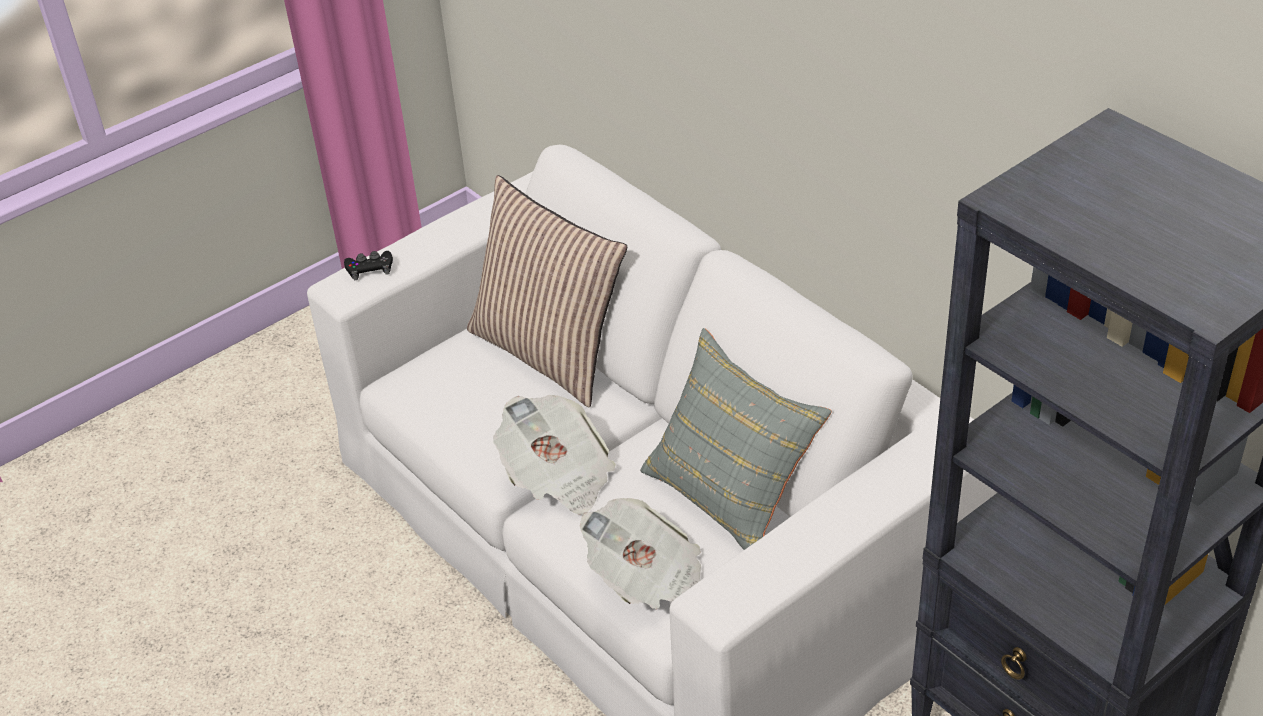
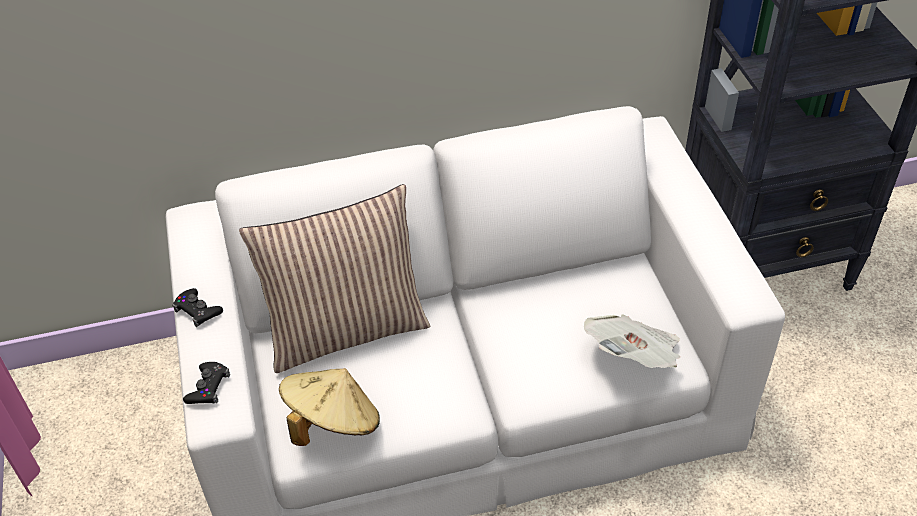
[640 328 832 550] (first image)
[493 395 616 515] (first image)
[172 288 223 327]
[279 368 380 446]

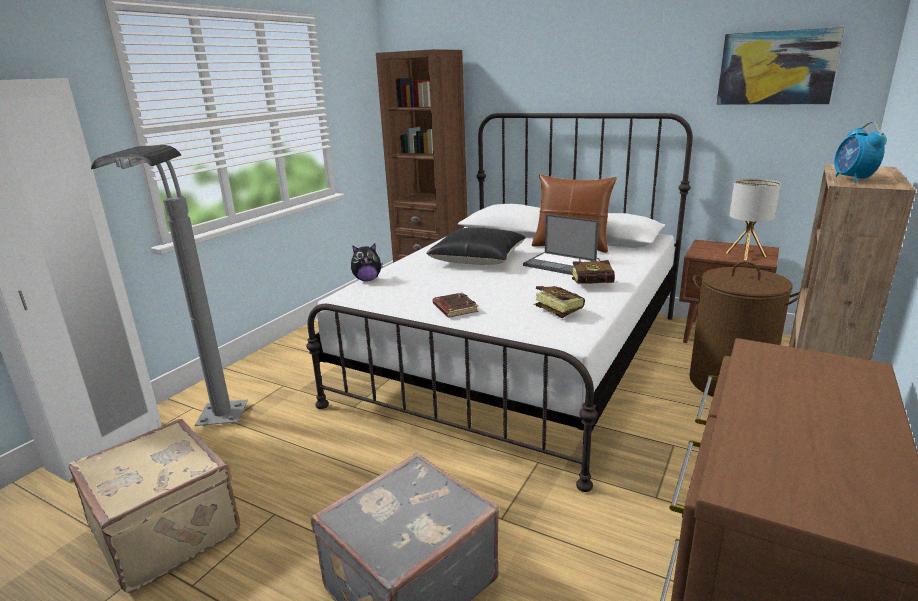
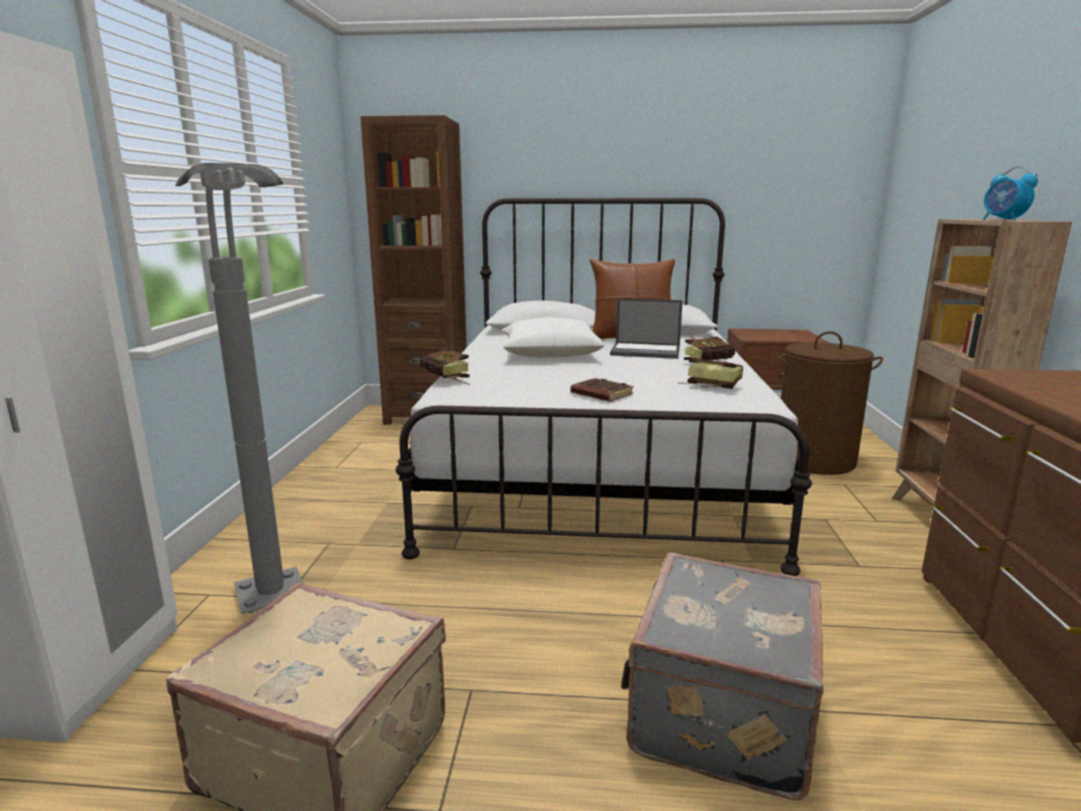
[717 27 844 105] (first image)
[726 179 781 260] (first image)
[502 317 605 358]
[420 347 470 385]

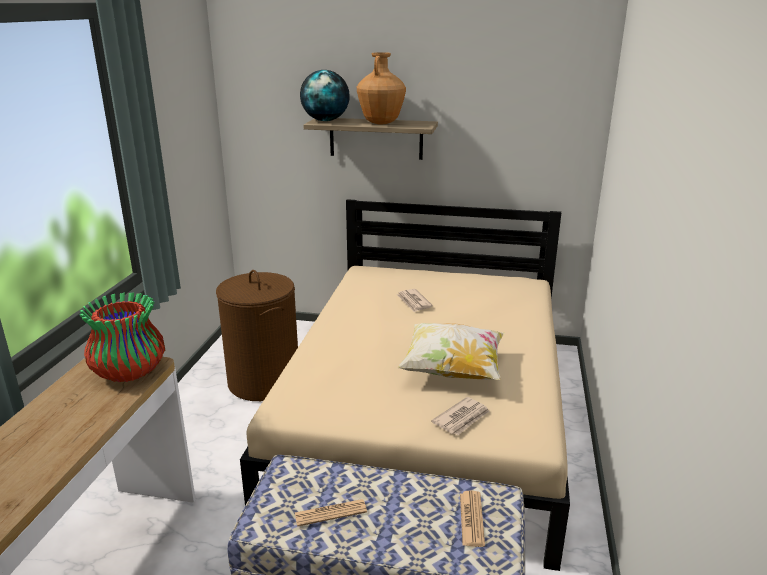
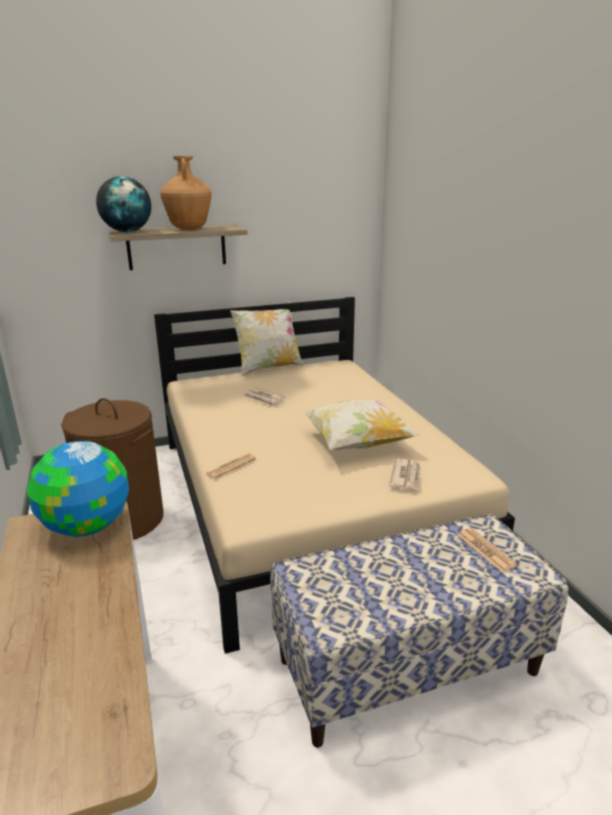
[27 441 129 537]
[205 454 256 479]
[230 301 303 376]

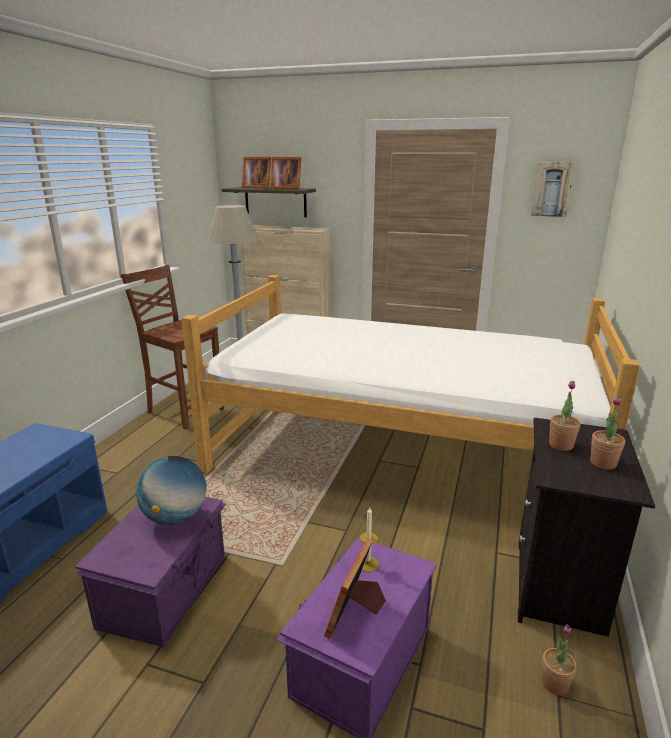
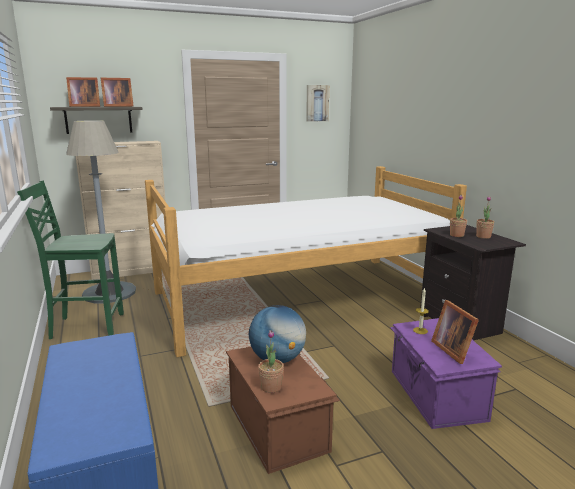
[17 180 124 339]
[226 347 340 474]
[258 330 284 393]

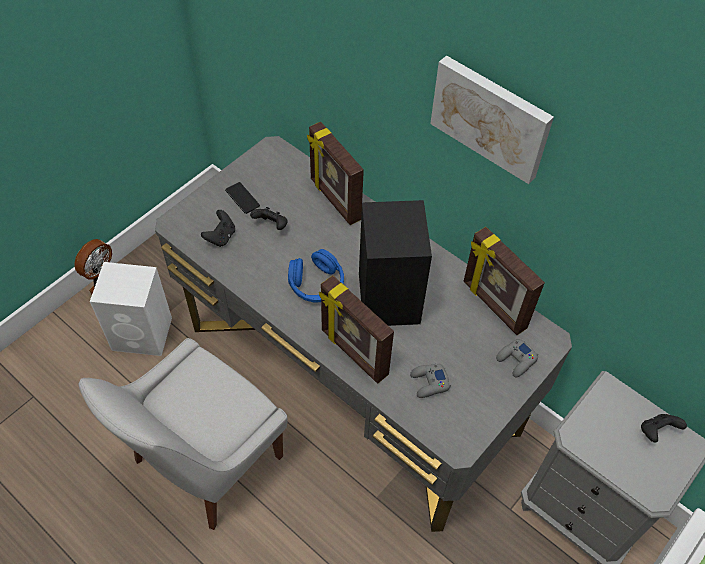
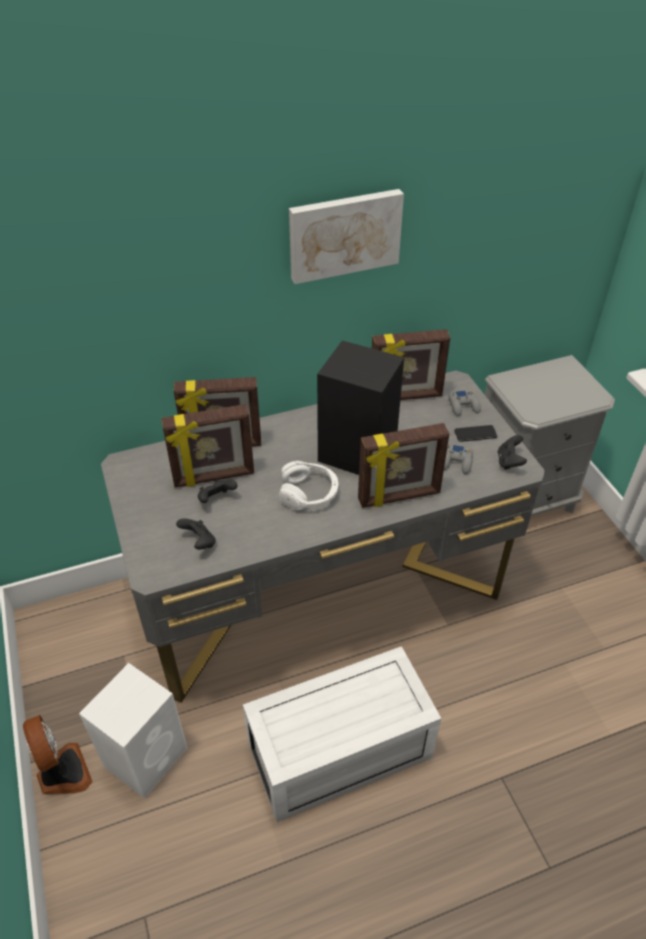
[454 425 498 442]
[279 461 338 510]
[243 646 441 822]
[498 435 527 470]
[161 404 254 488]

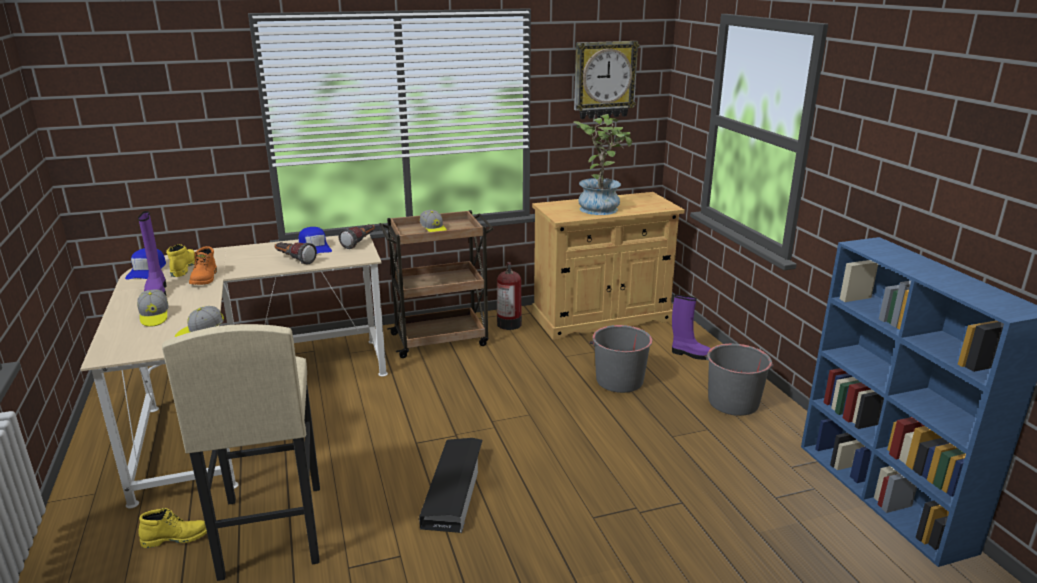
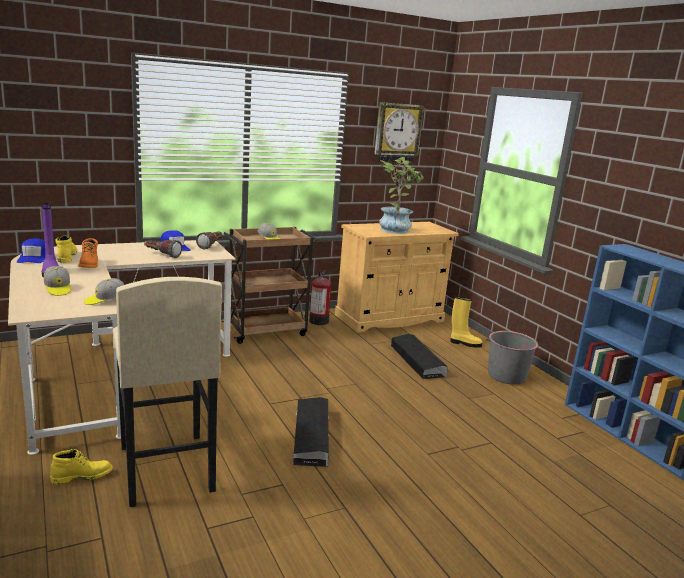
[450 296 483 348]
[391 334 448 379]

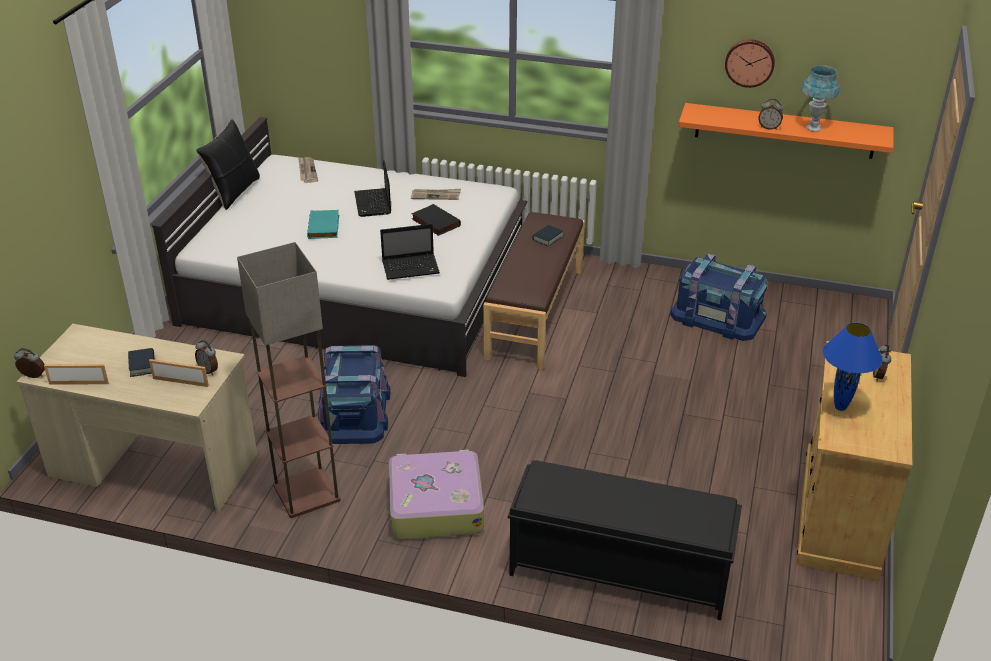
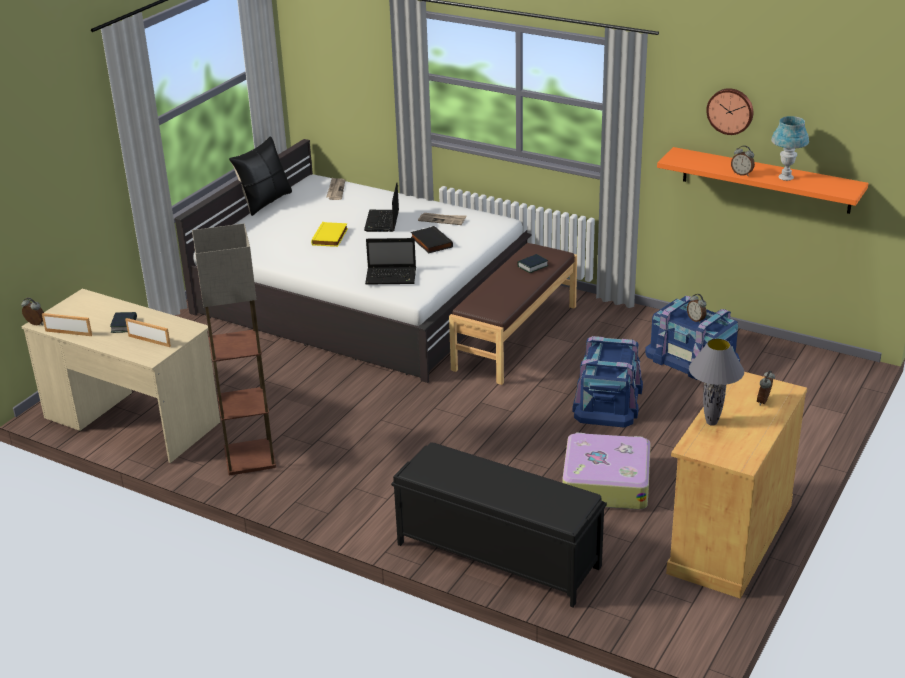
[311 222 348 247]
[689 338 744 426]
[687 294 706 323]
[572 336 643 427]
[562 433 651 510]

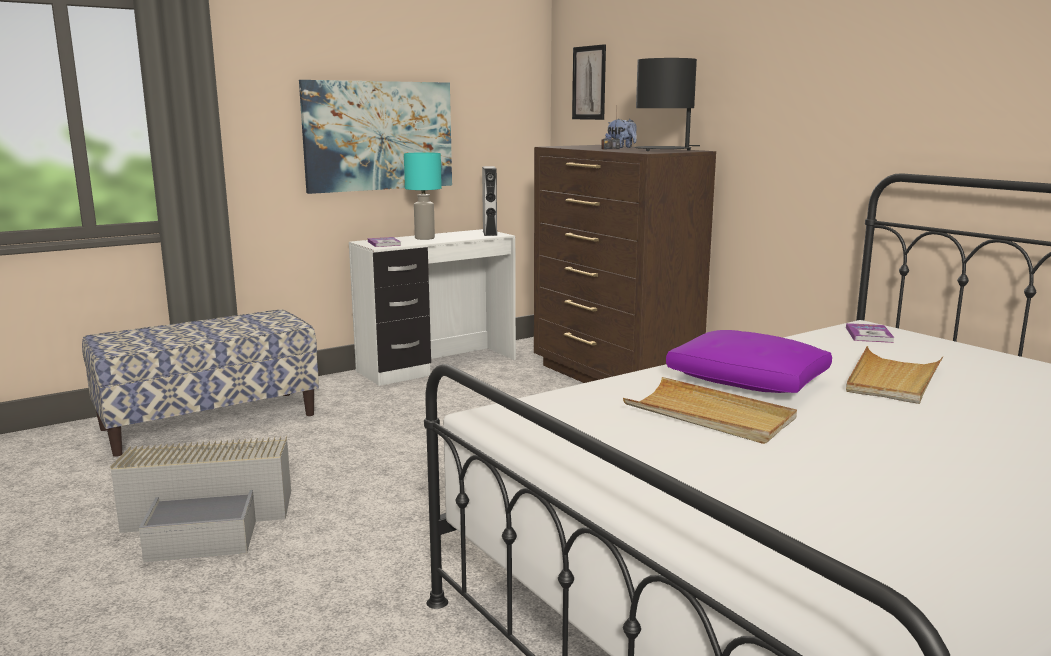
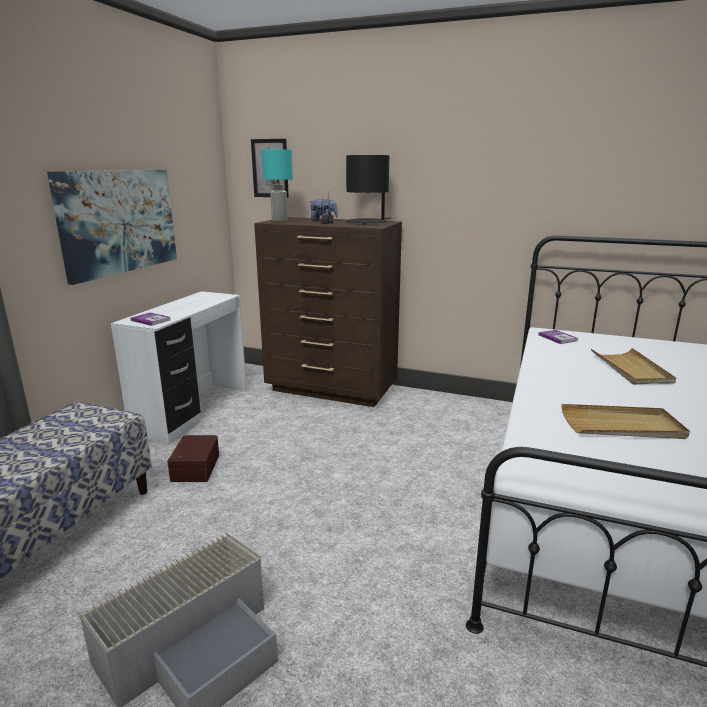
[262 149 293 222]
[482 166 497 236] (first image)
[666 330 832 393] (first image)
[167 435 219 482]

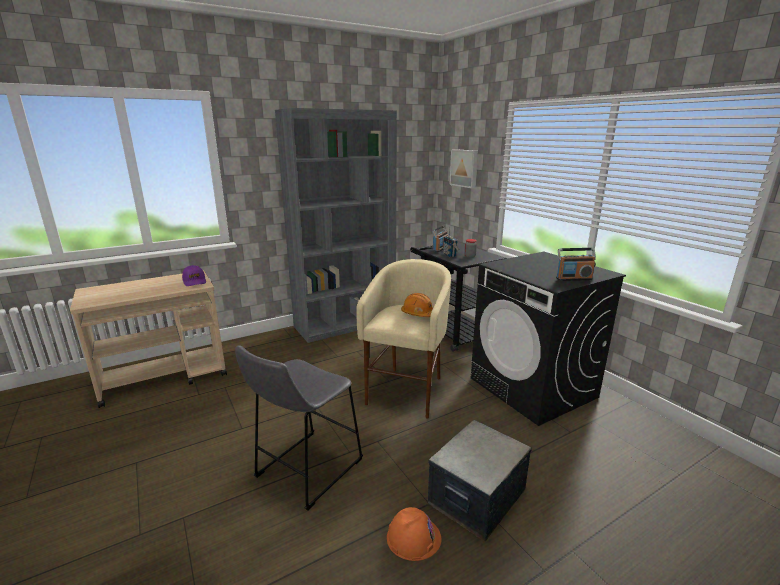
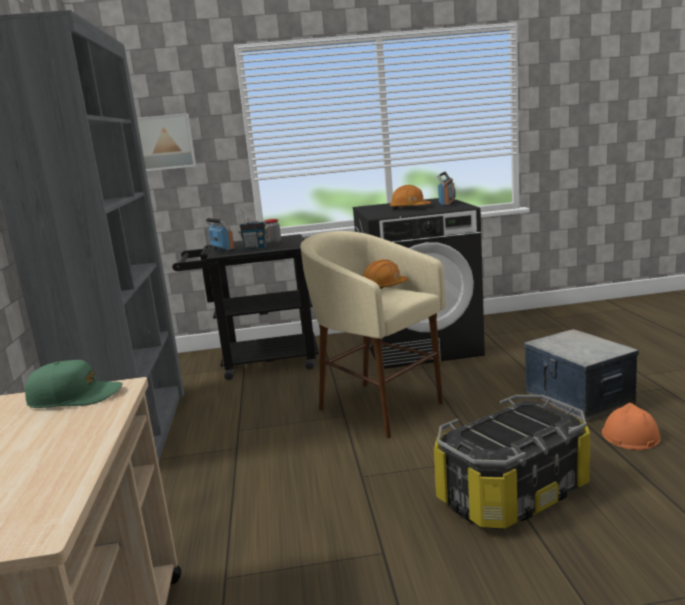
[25 360 123 408]
[434 395 590 529]
[389 185 431 209]

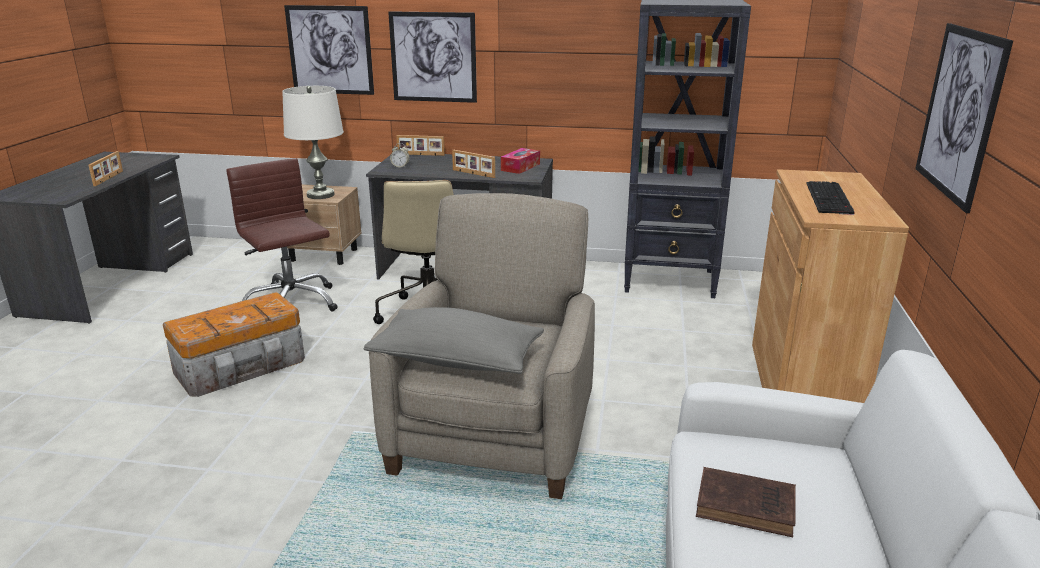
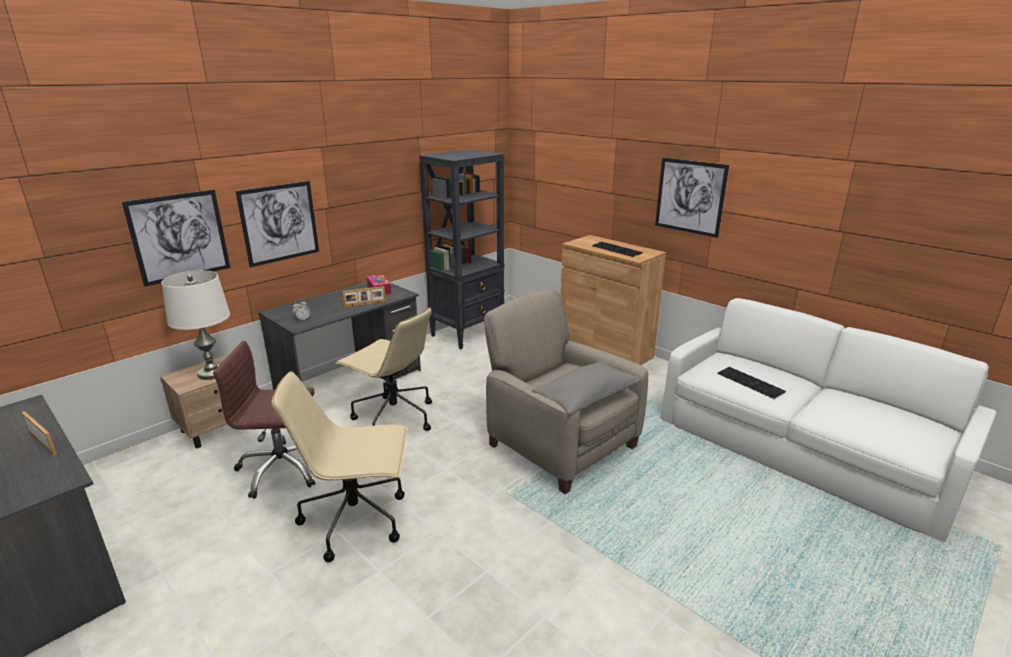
[396 135 445 156] (first image)
[272 371 408 562]
[717 367 786 399]

